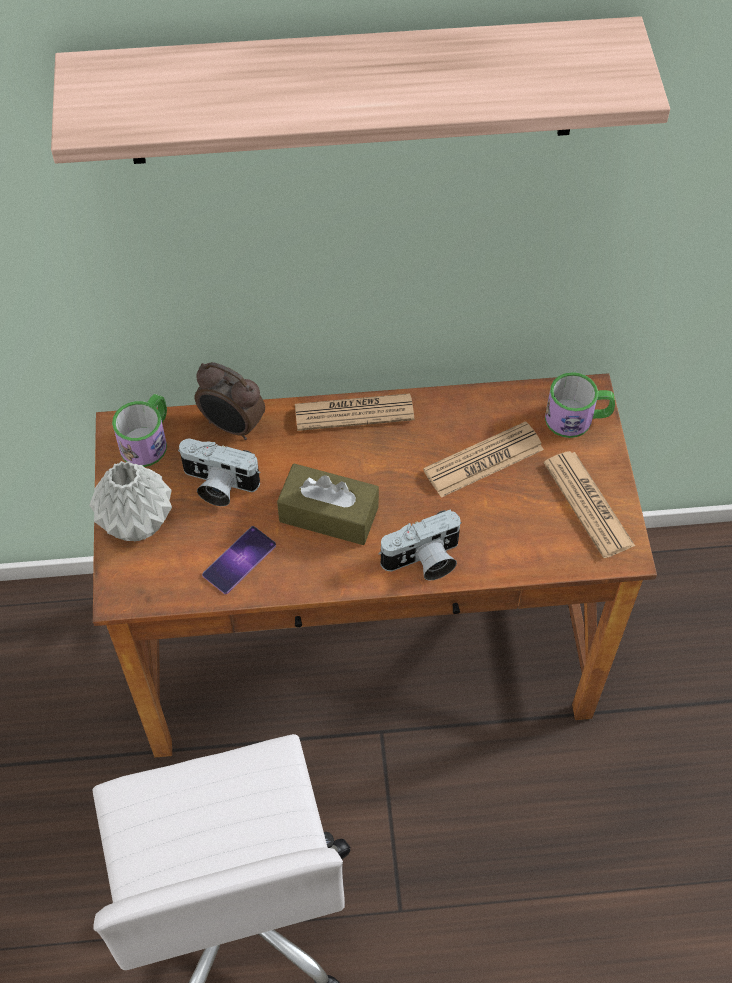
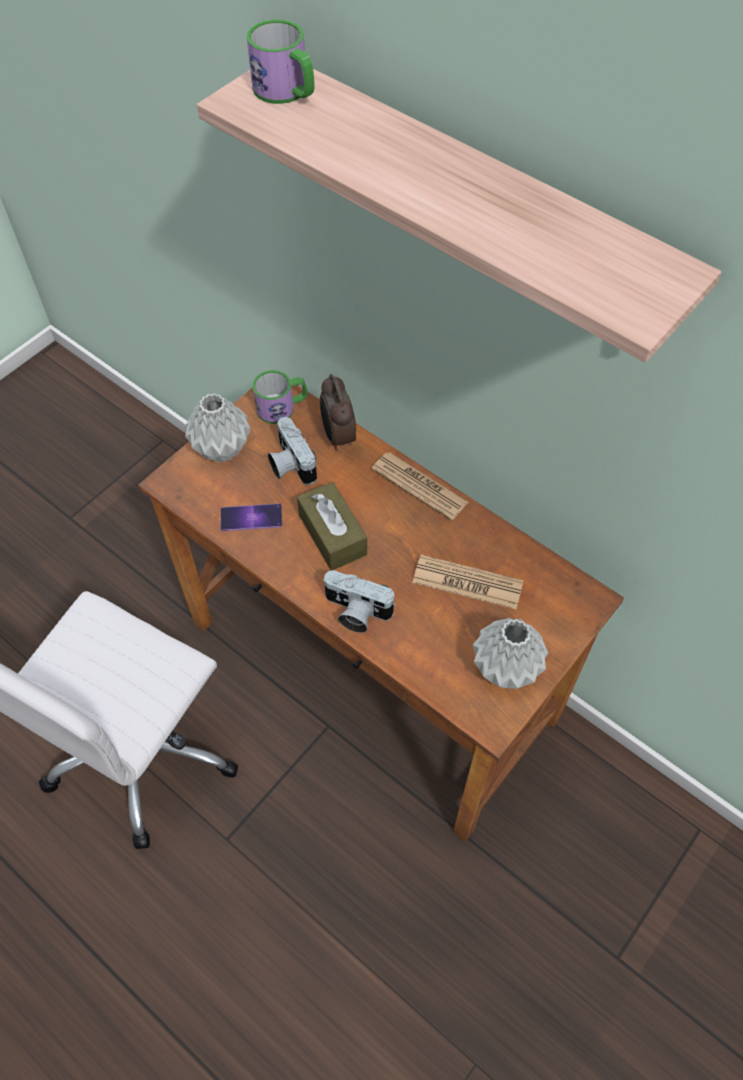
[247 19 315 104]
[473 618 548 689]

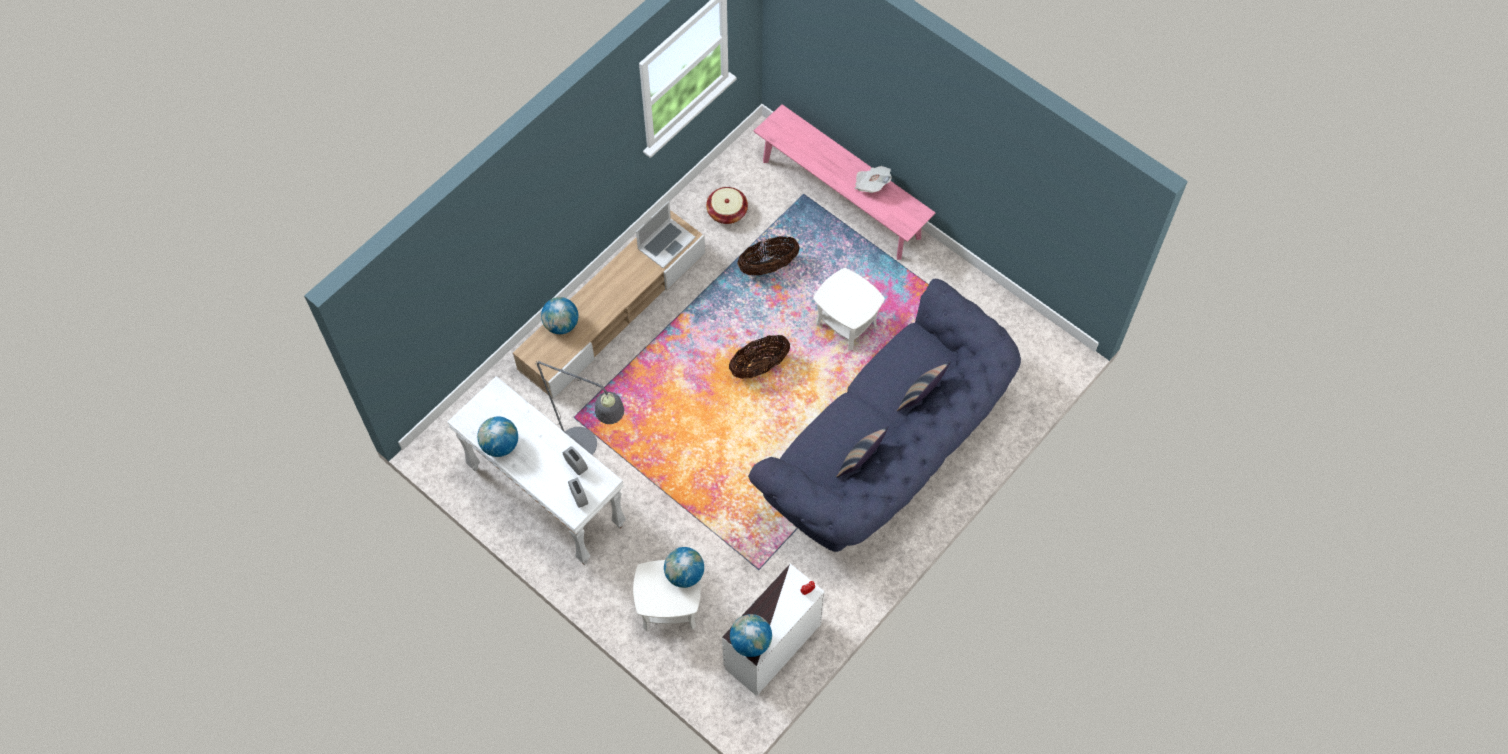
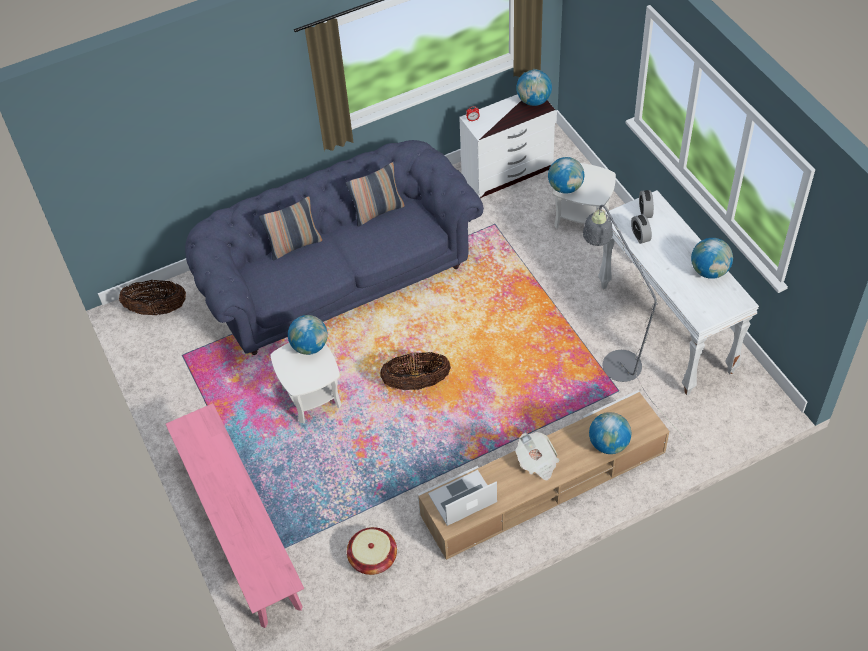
[515 432 559 481]
[119 280 186 315]
[288 315 328 355]

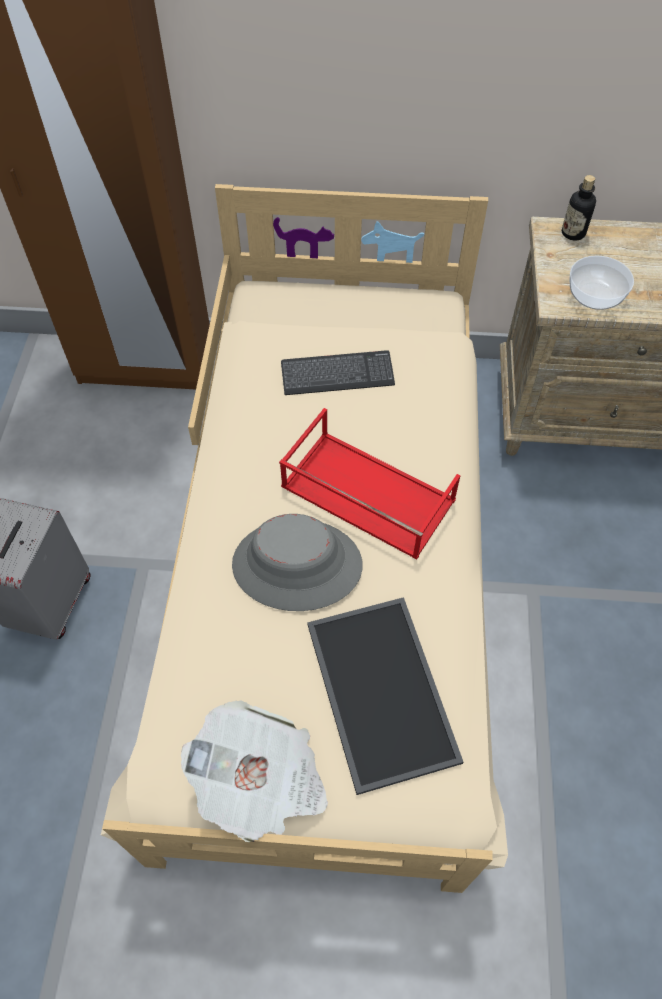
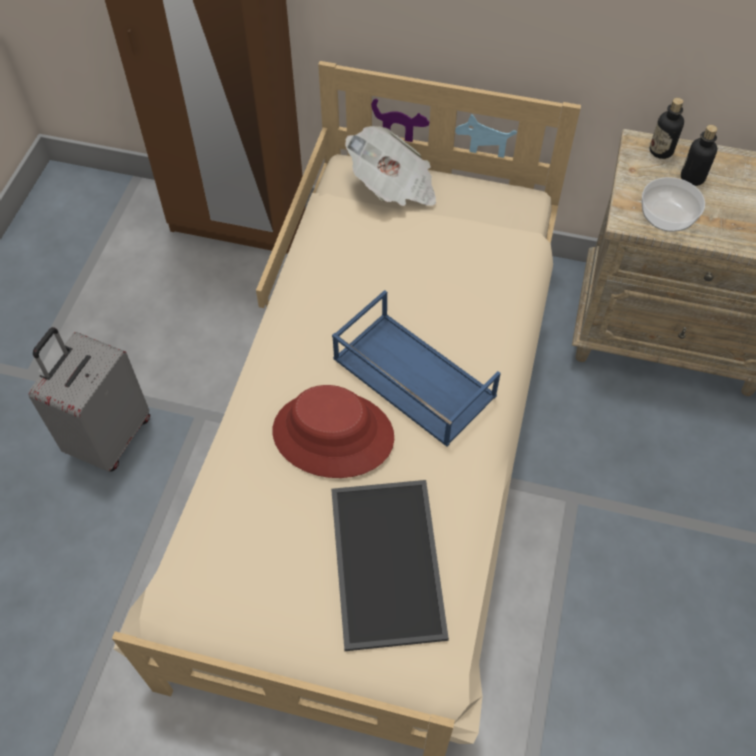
[281 350 395 395] (first image)
[332 290 501 447]
[273 385 394 478]
[345 126 436 206]
[681 125 717 186]

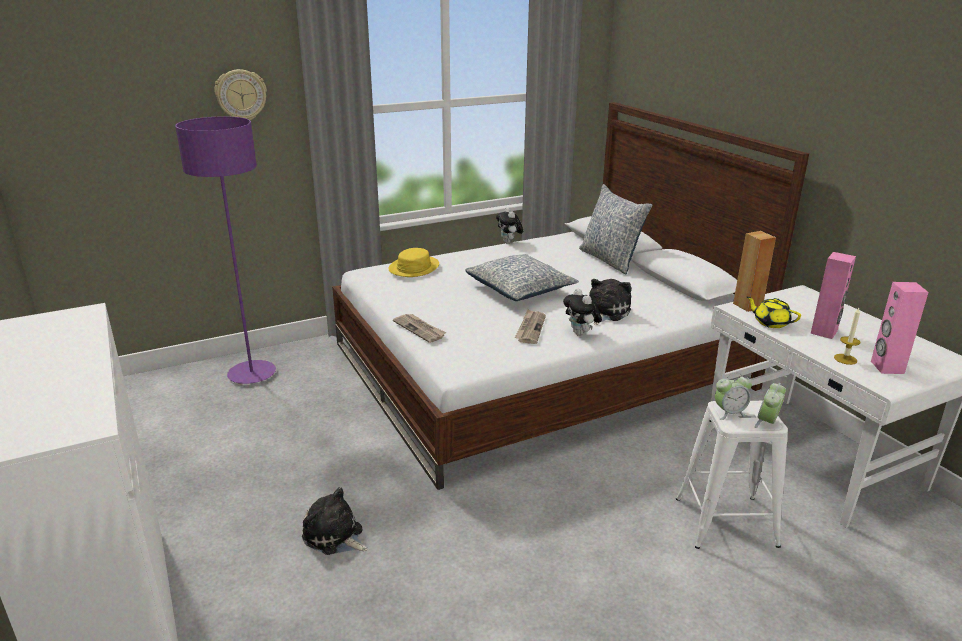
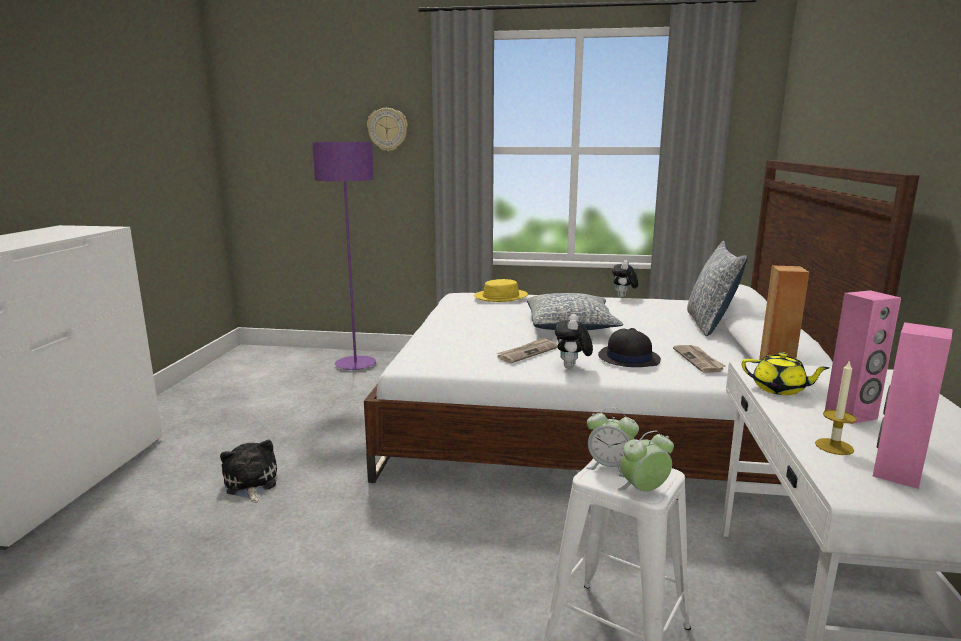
[598 328 661 367]
[742 352 830 395]
[673 345 726 373]

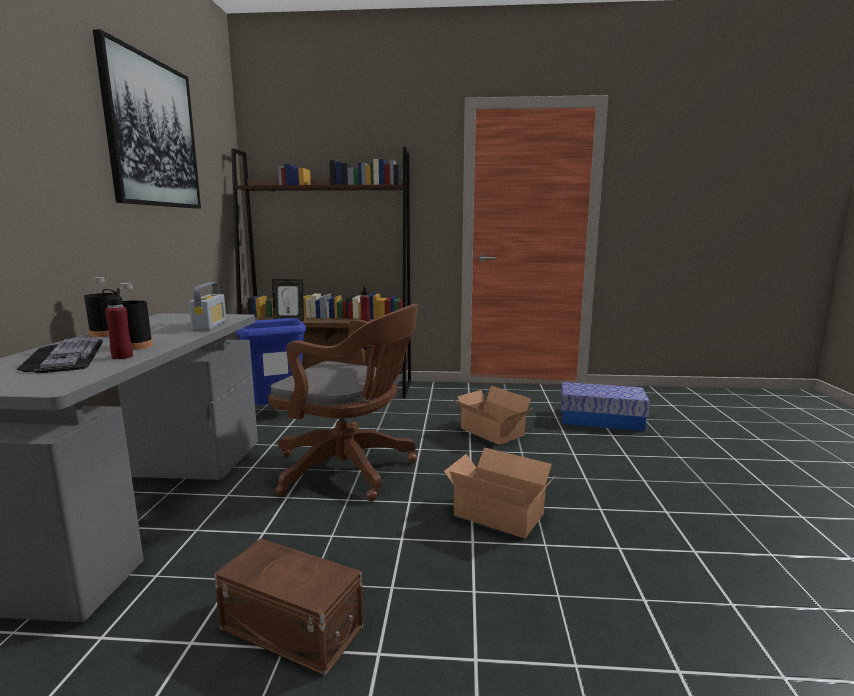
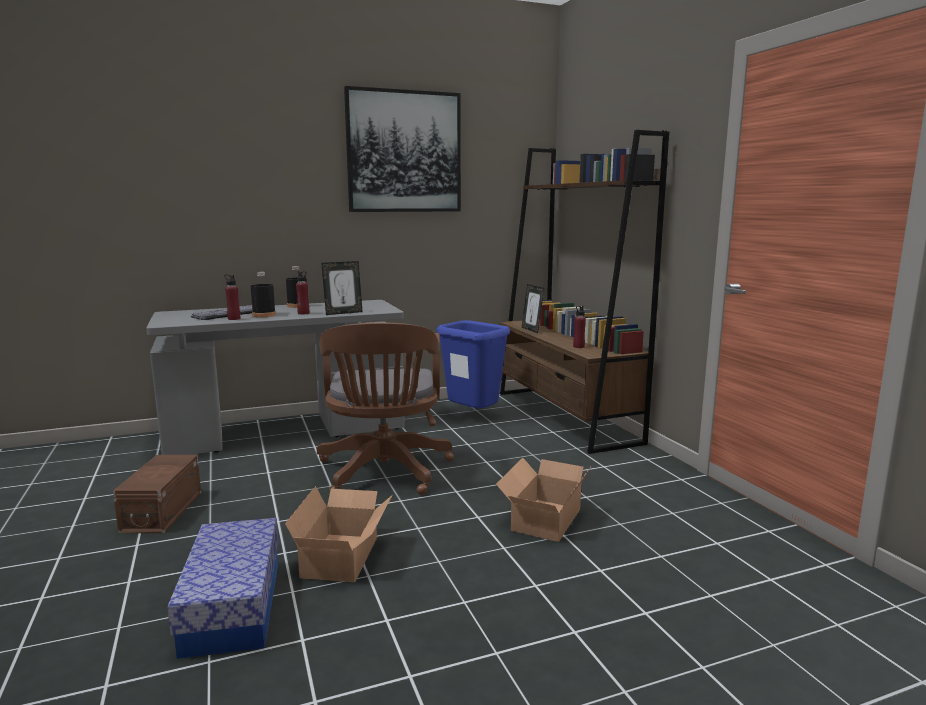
[321 261 363 315]
[167 518 278 659]
[296 271 309 315]

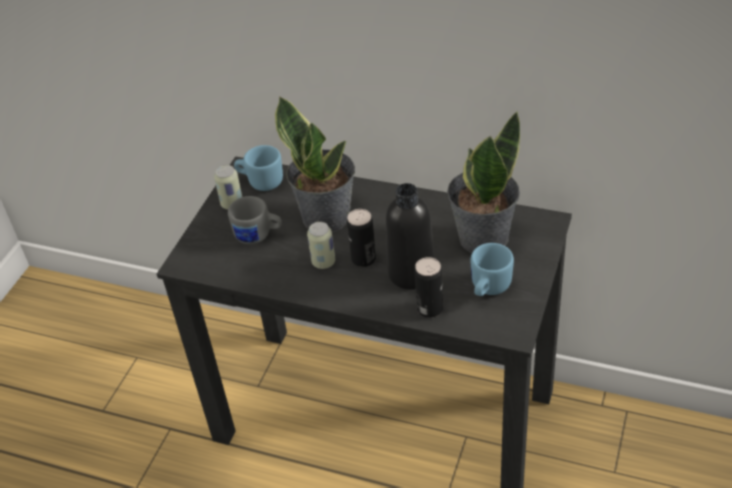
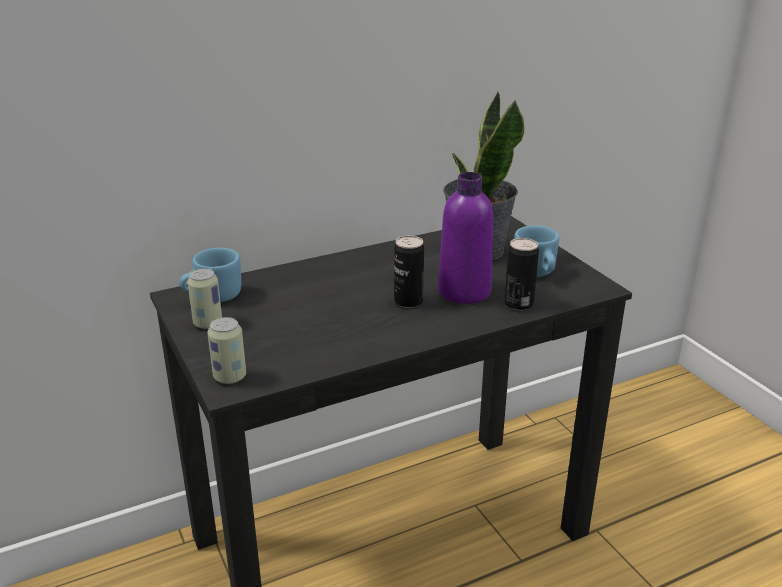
[275 96 355 232] (first image)
[438 172 493 304]
[228 196 282 244] (first image)
[207 317 246 384]

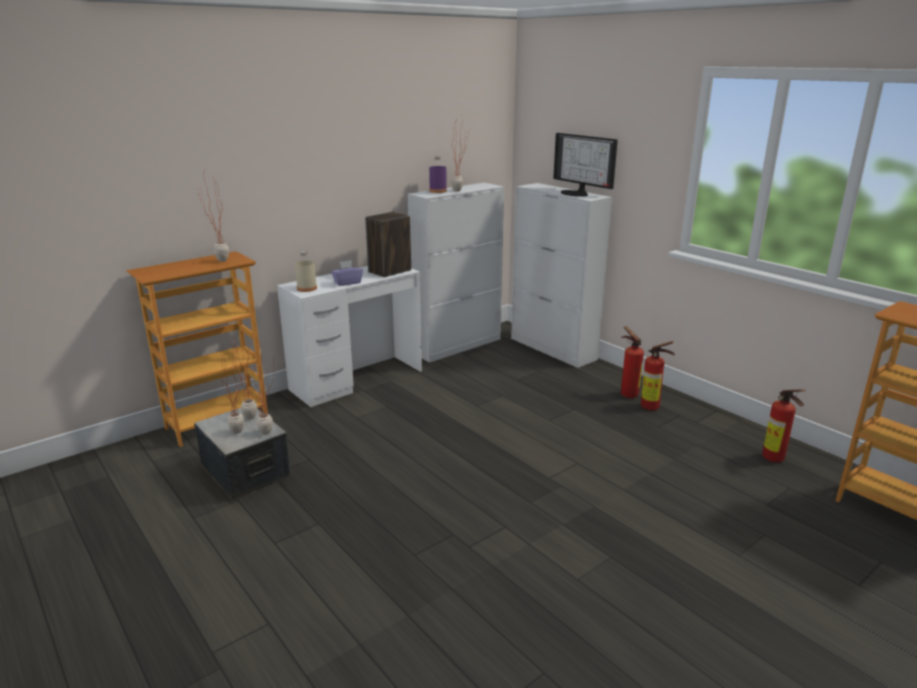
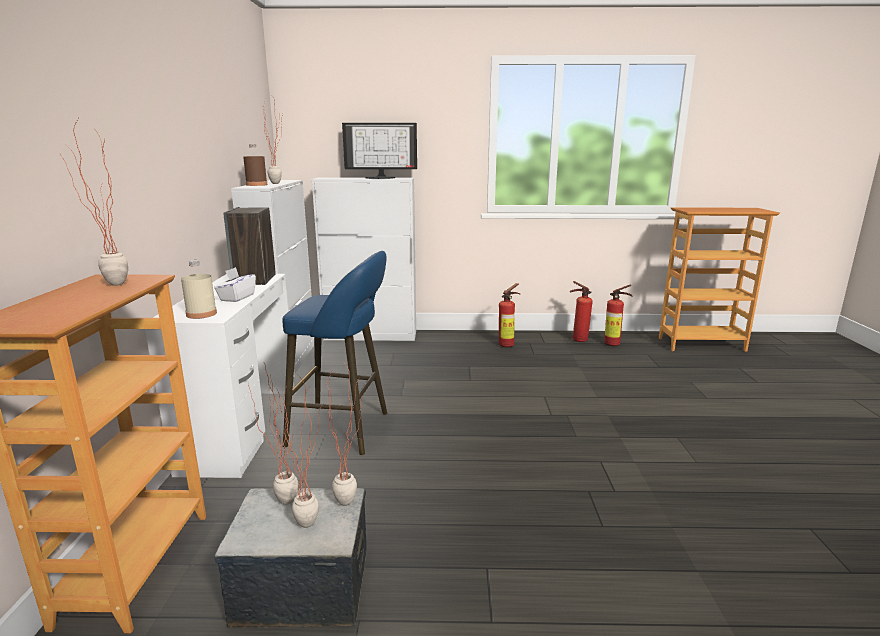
[243 144 267 186]
[214 267 256 302]
[570 281 593 342]
[282 251 387 455]

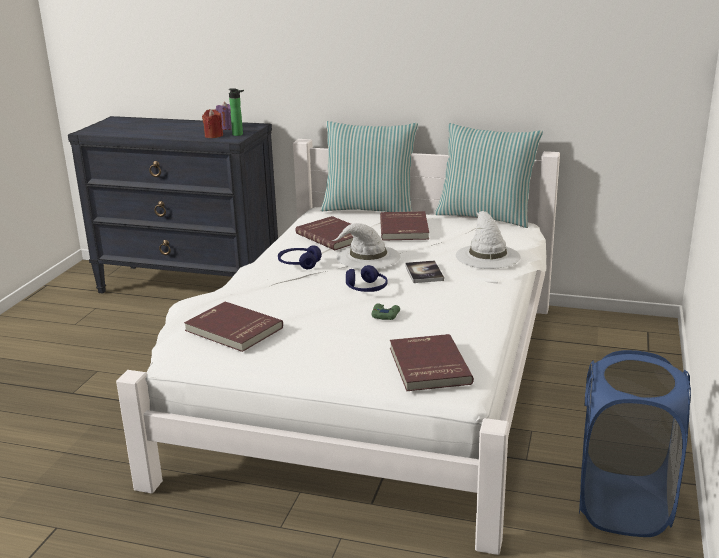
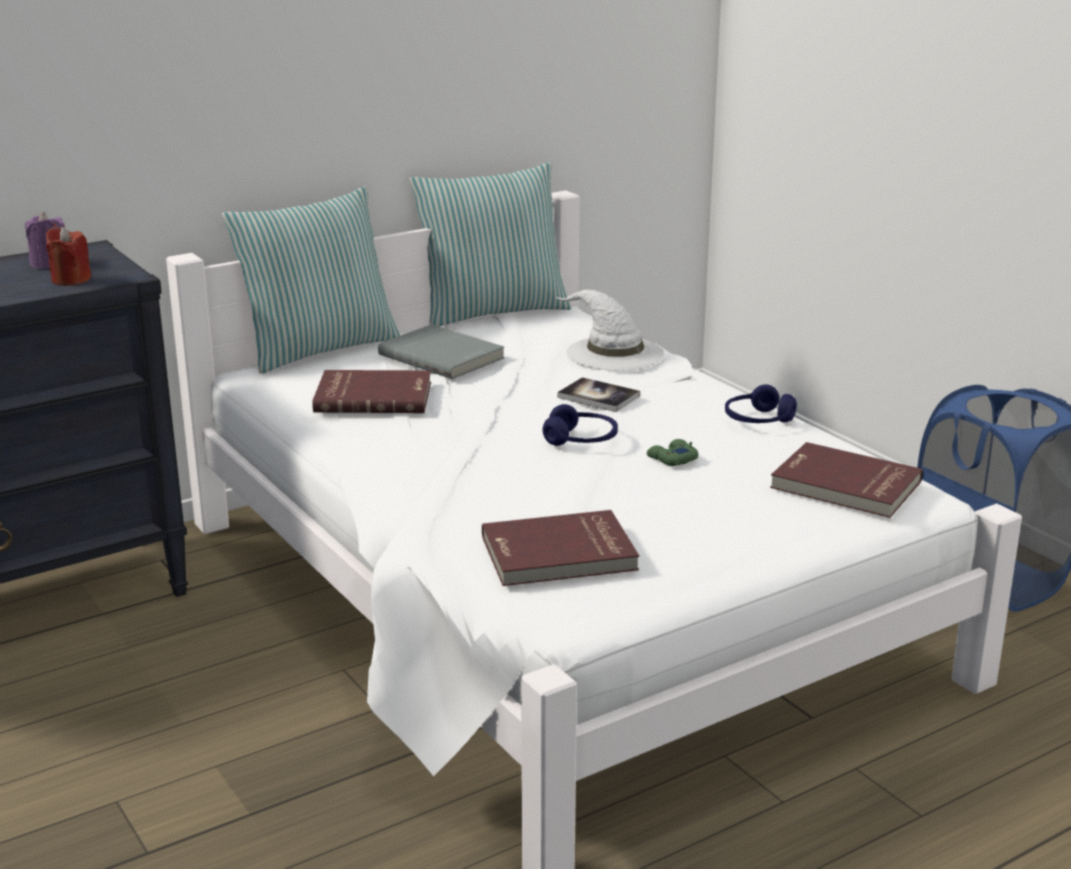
[229 88 244 136] (first image)
[378 324 504 379]
[331 223 401 269] (first image)
[725 384 797 423]

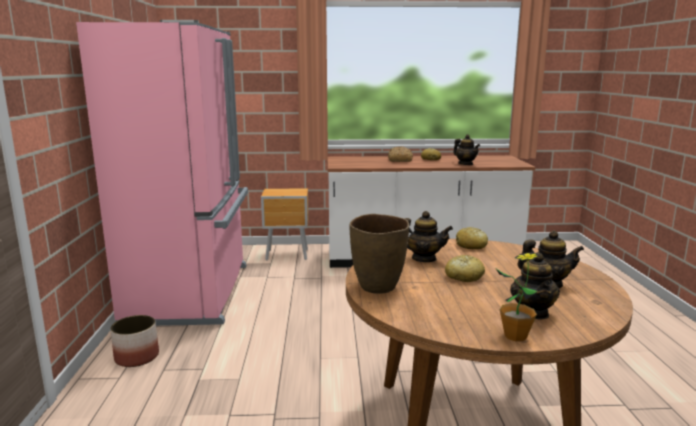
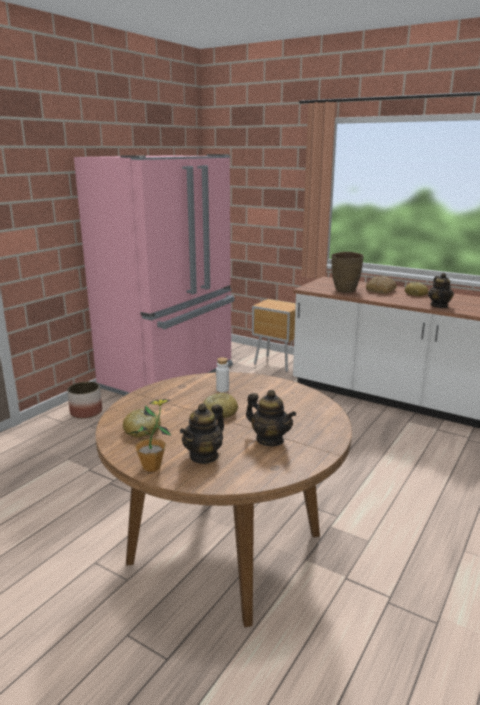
[216 357 229 392]
[332 252 364 293]
[123 409 161 437]

